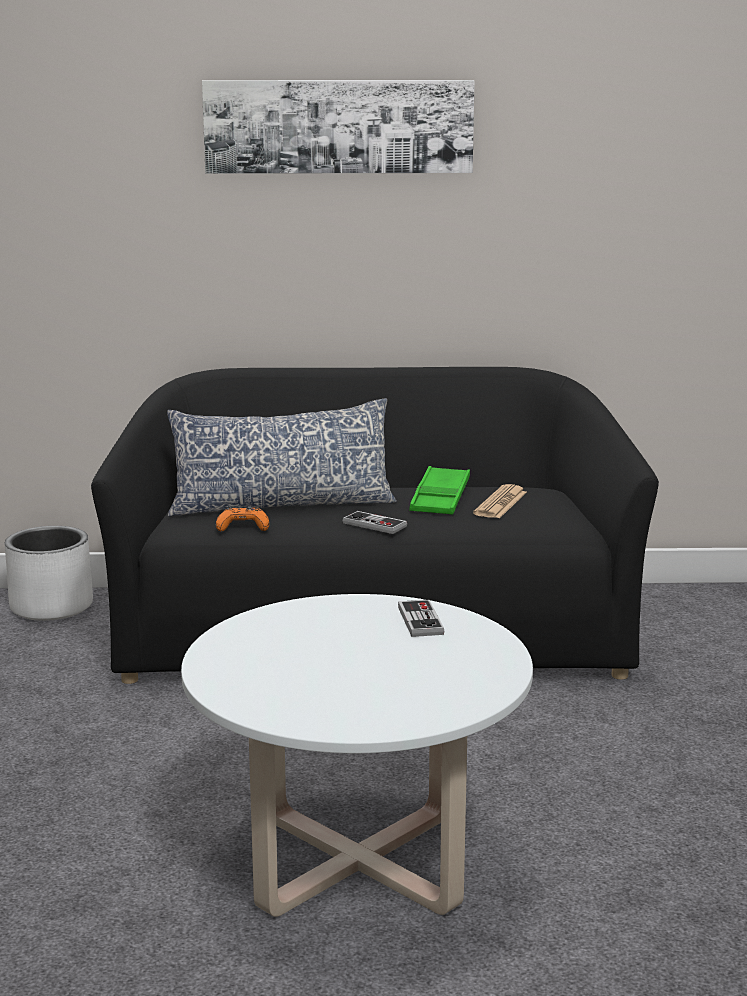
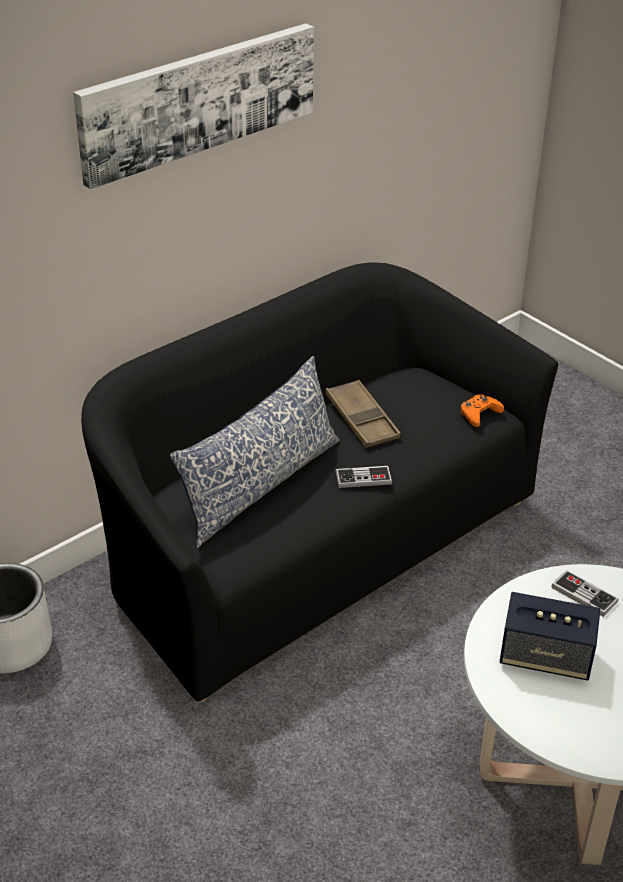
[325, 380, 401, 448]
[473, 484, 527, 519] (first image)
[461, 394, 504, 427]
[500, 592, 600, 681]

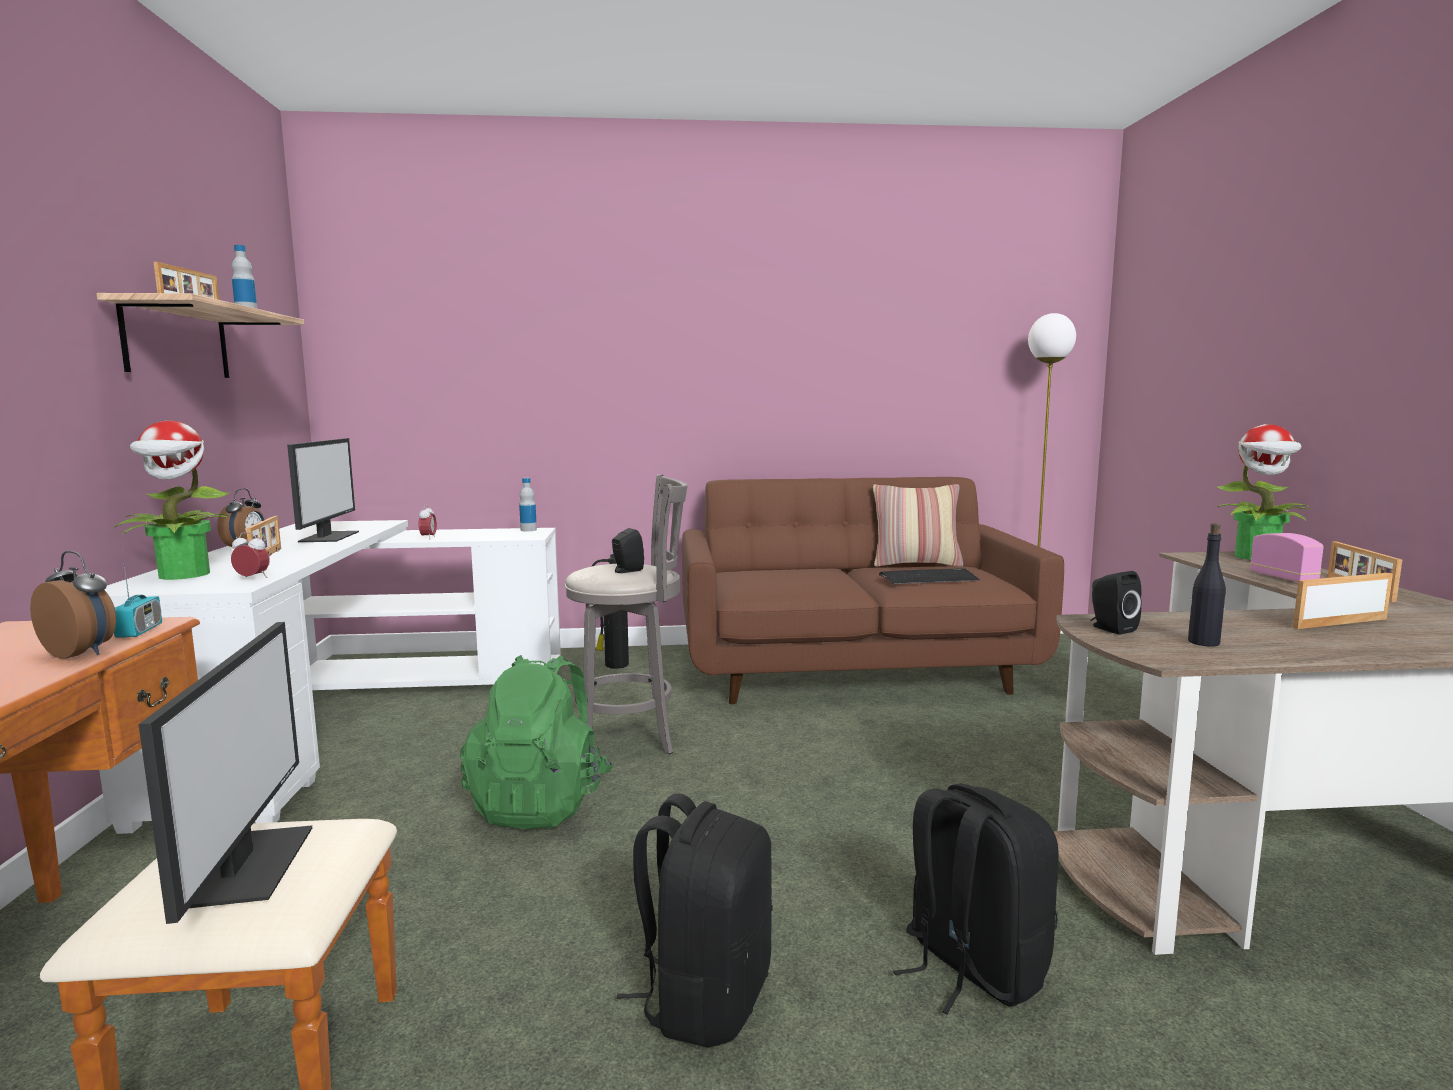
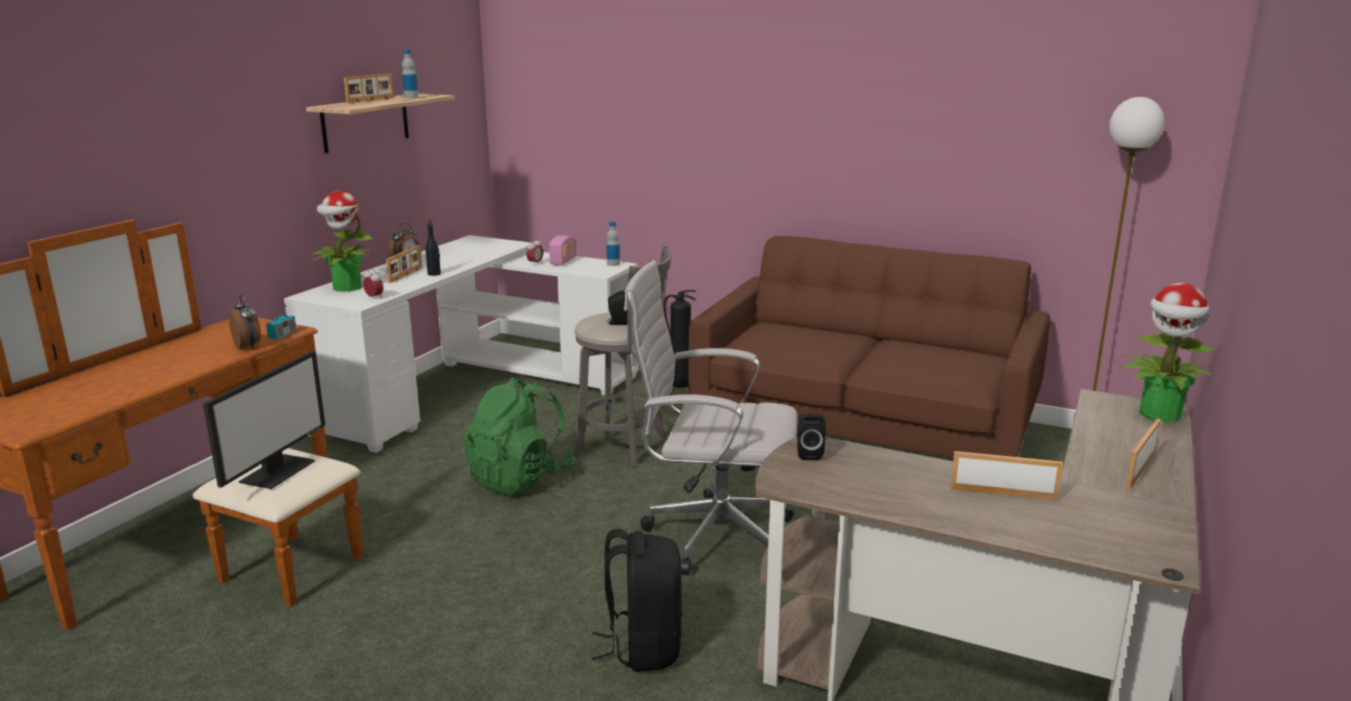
[287, 438, 359, 542] (first image)
[873, 484, 963, 567] (first image)
[426, 220, 441, 276]
[549, 235, 576, 266]
[879, 568, 980, 584] (first image)
[616, 793, 773, 1047] (first image)
[624, 260, 798, 575]

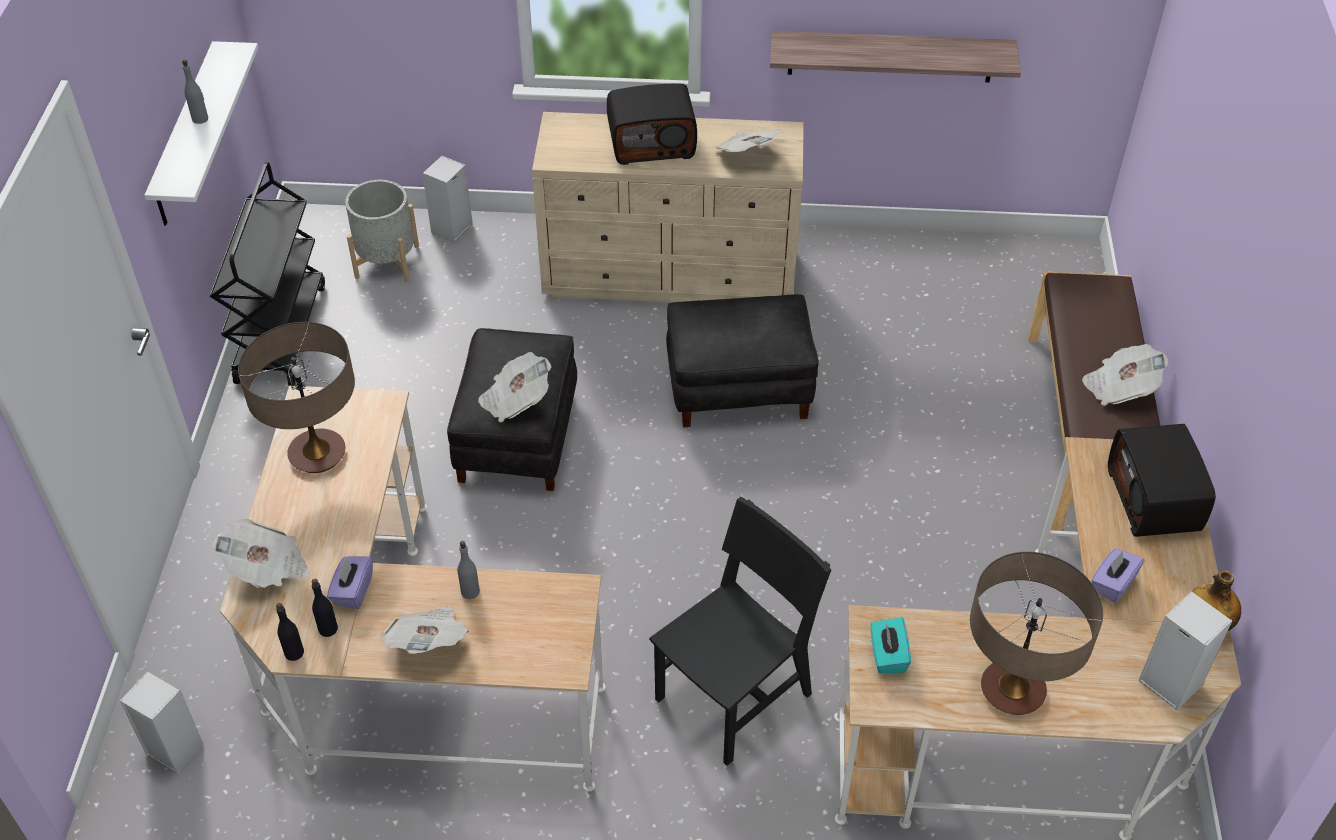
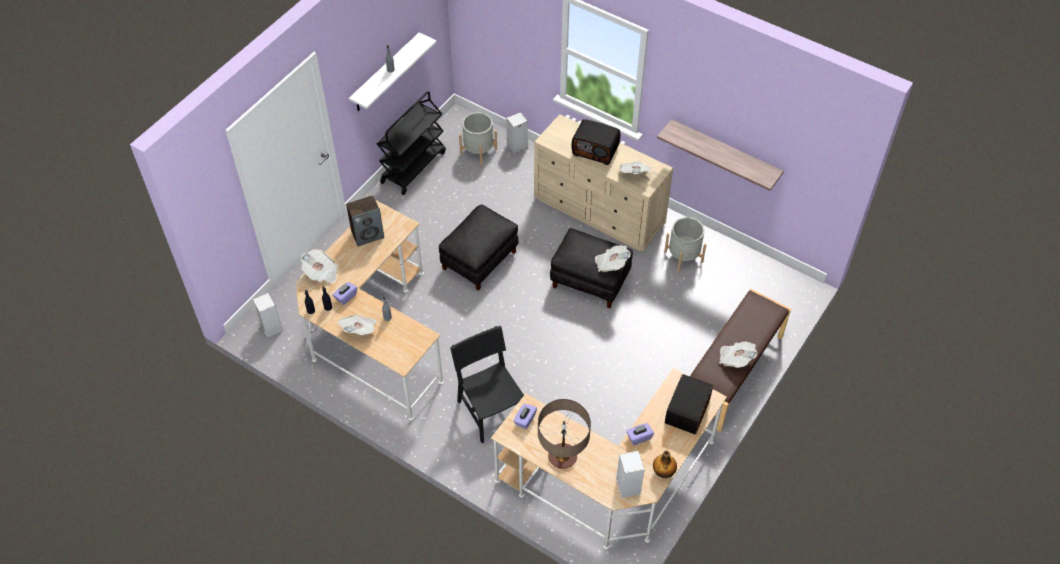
[346, 195, 384, 246]
[595, 245, 630, 272]
[450, 326, 524, 443]
[514, 404, 537, 429]
[664, 217, 707, 272]

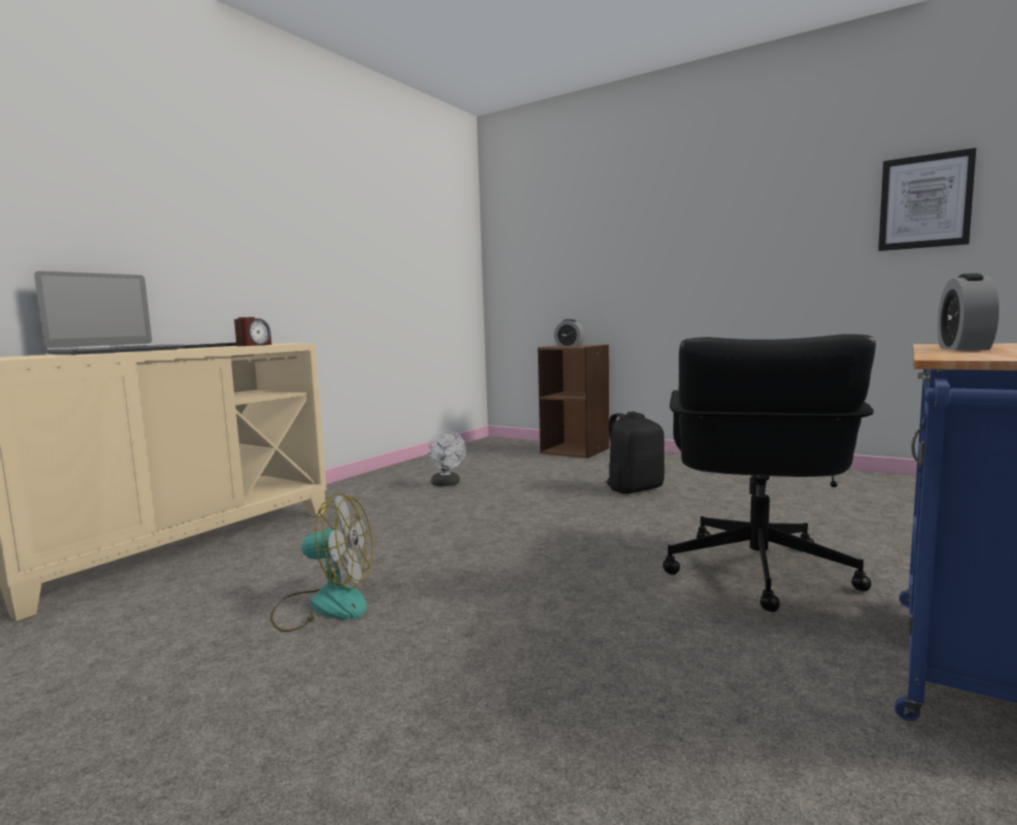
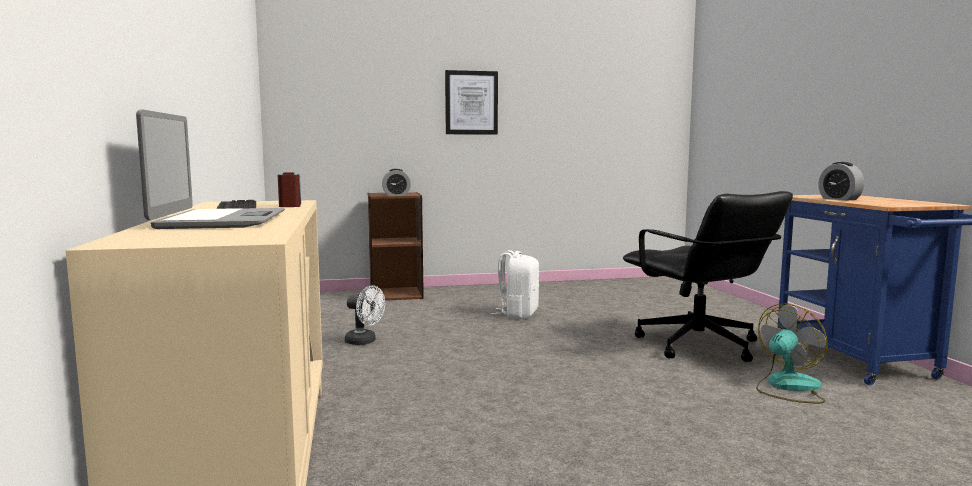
[445, 70, 498, 135]
[491, 250, 539, 319]
[756, 304, 828, 403]

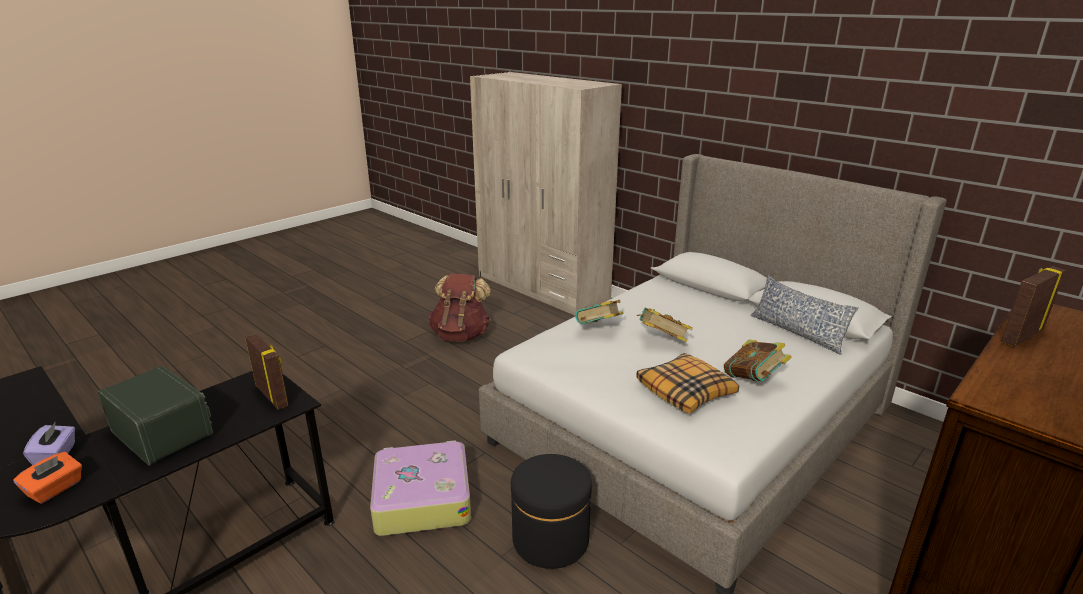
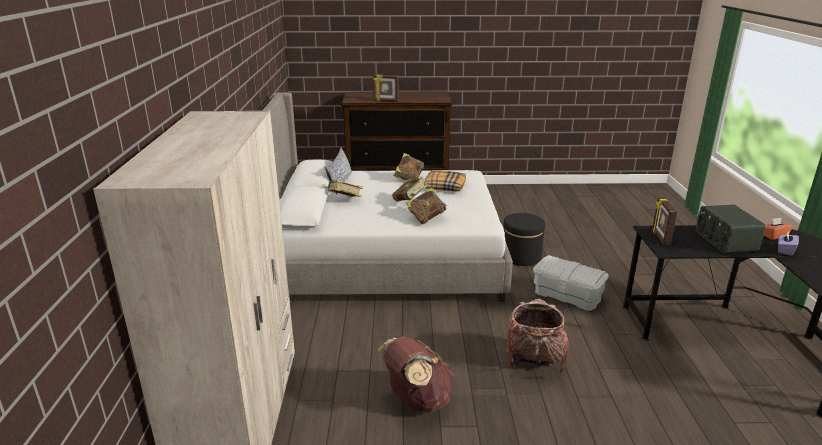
[533, 255, 609, 311]
[327, 180, 363, 197]
[506, 299, 569, 373]

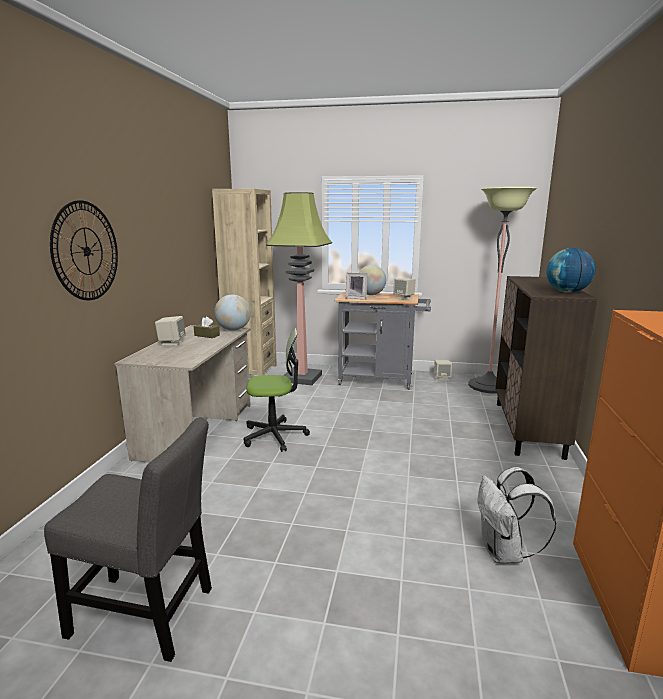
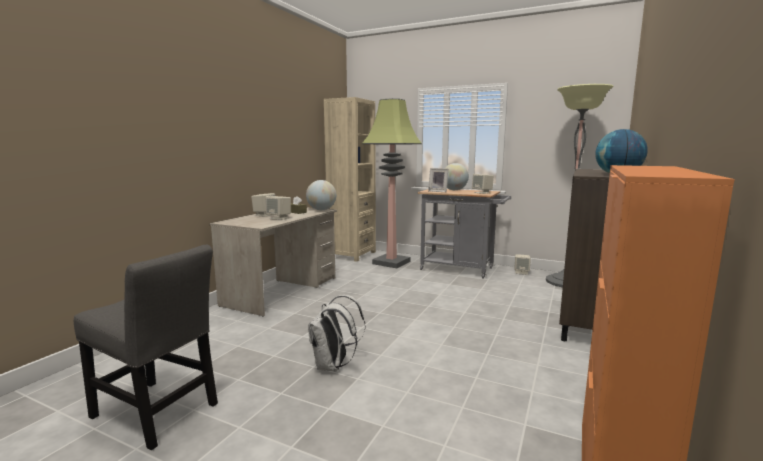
[50, 200, 118, 300] (first image)
[243, 328, 310, 452] (first image)
[308, 295, 365, 372]
[266, 196, 291, 220]

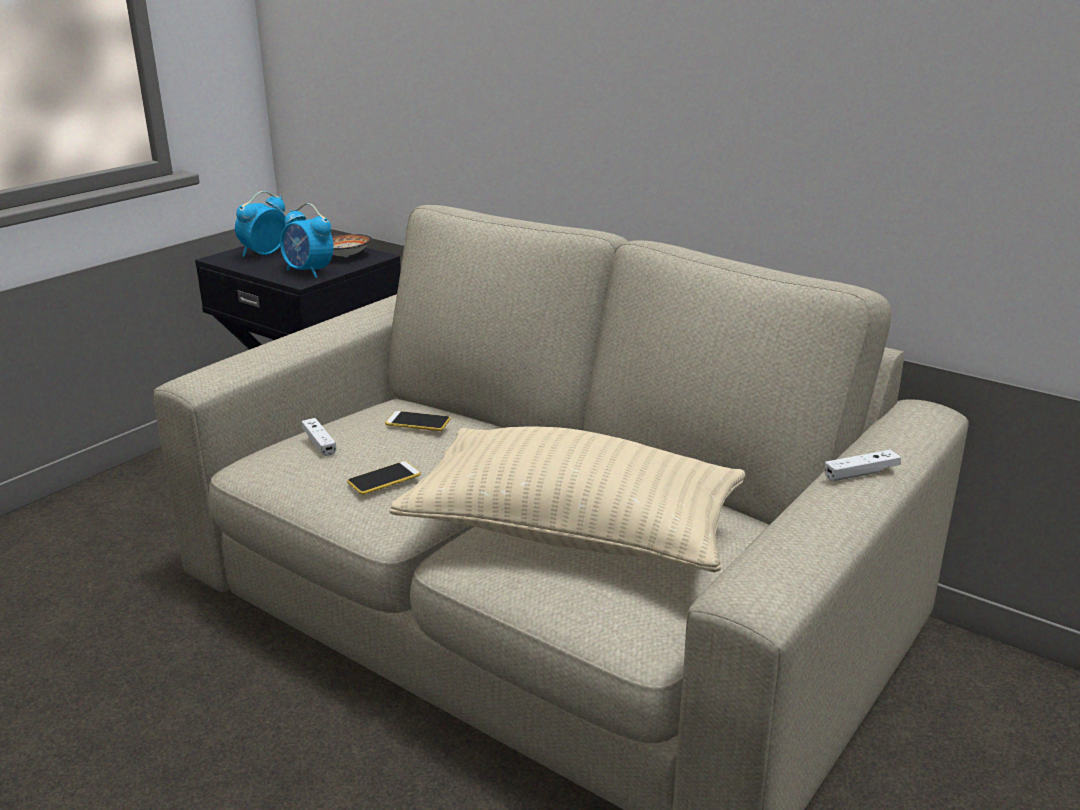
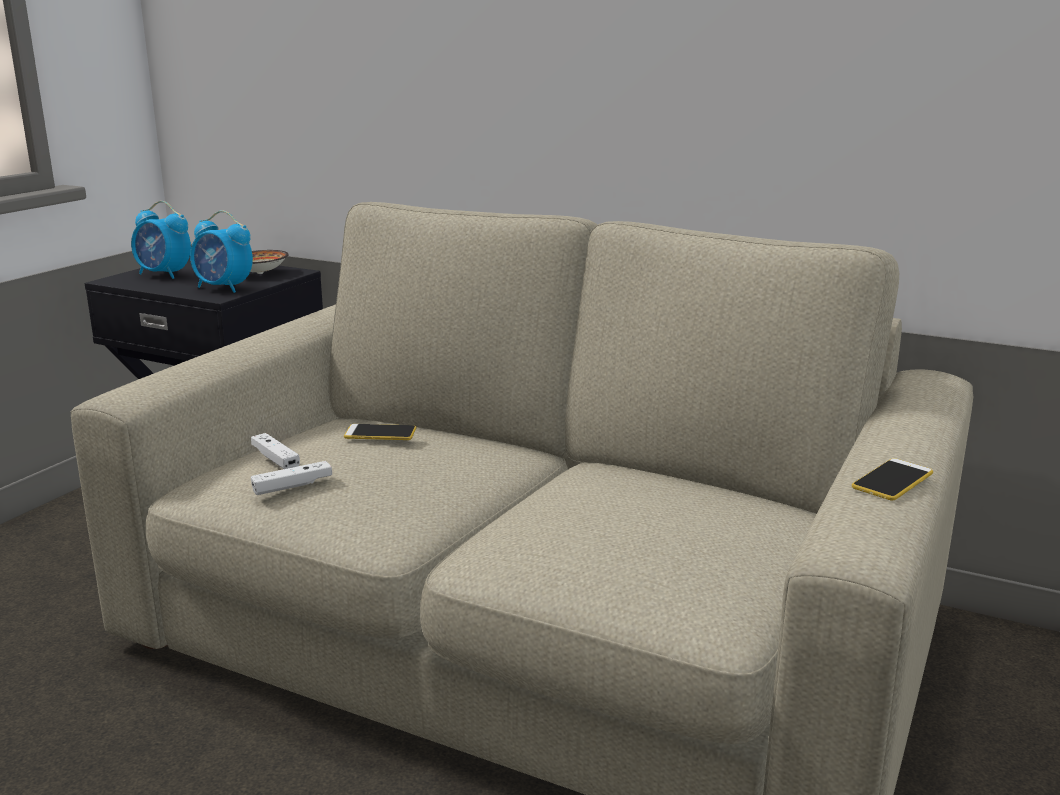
[131, 201, 191, 279]
[390, 427, 745, 572] (first image)
[251, 461, 332, 495]
[852, 458, 933, 500]

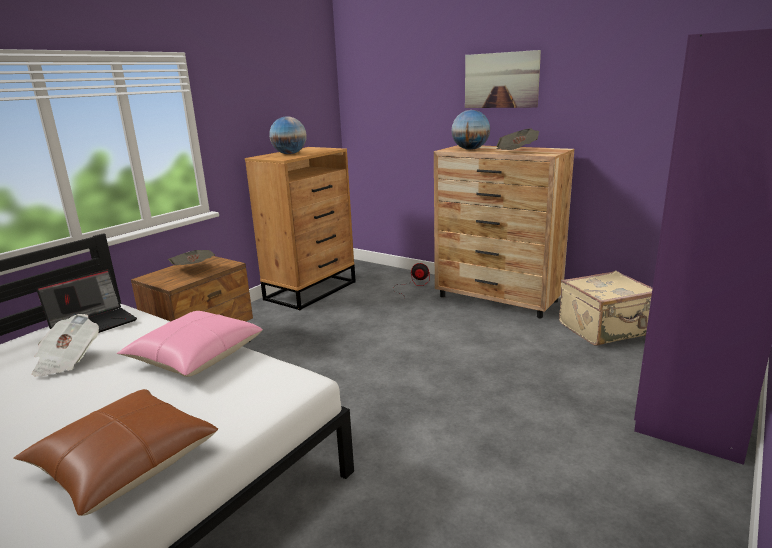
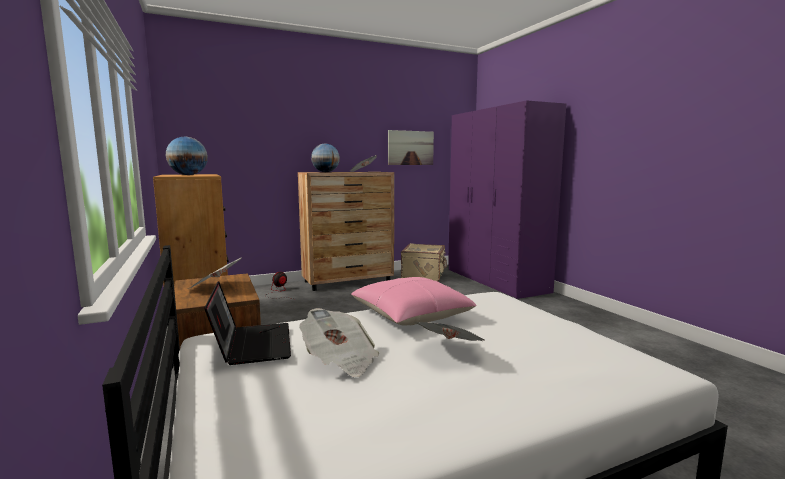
[388, 130, 434, 165]
[14, 389, 218, 516] (first image)
[413, 322, 484, 341]

